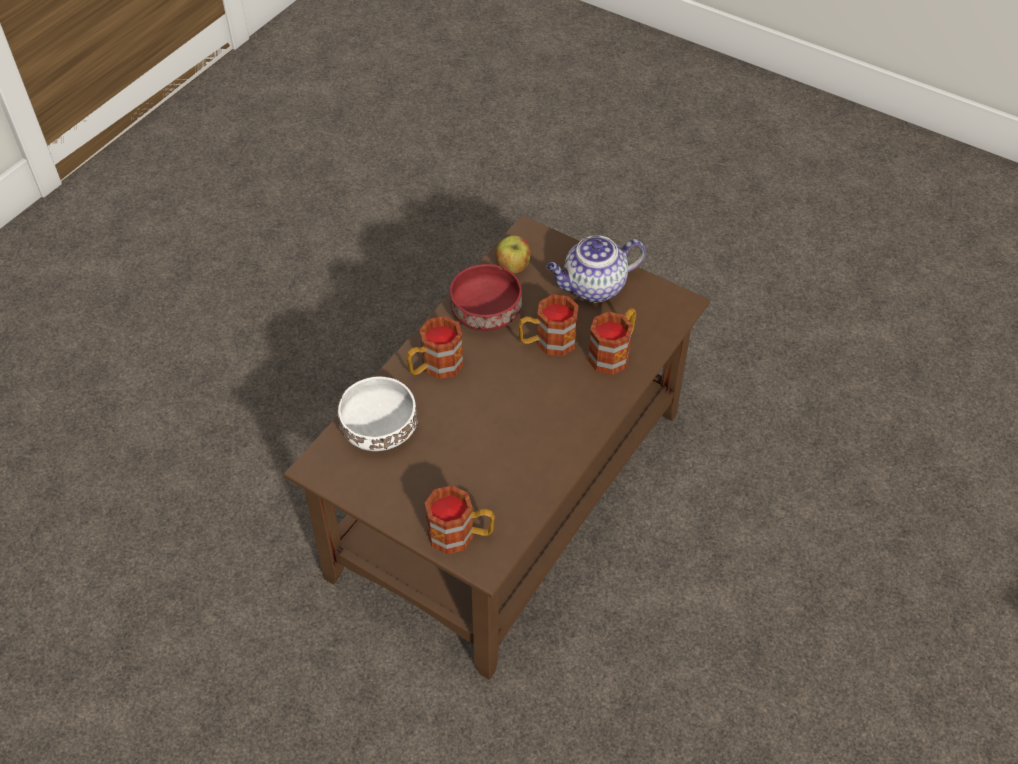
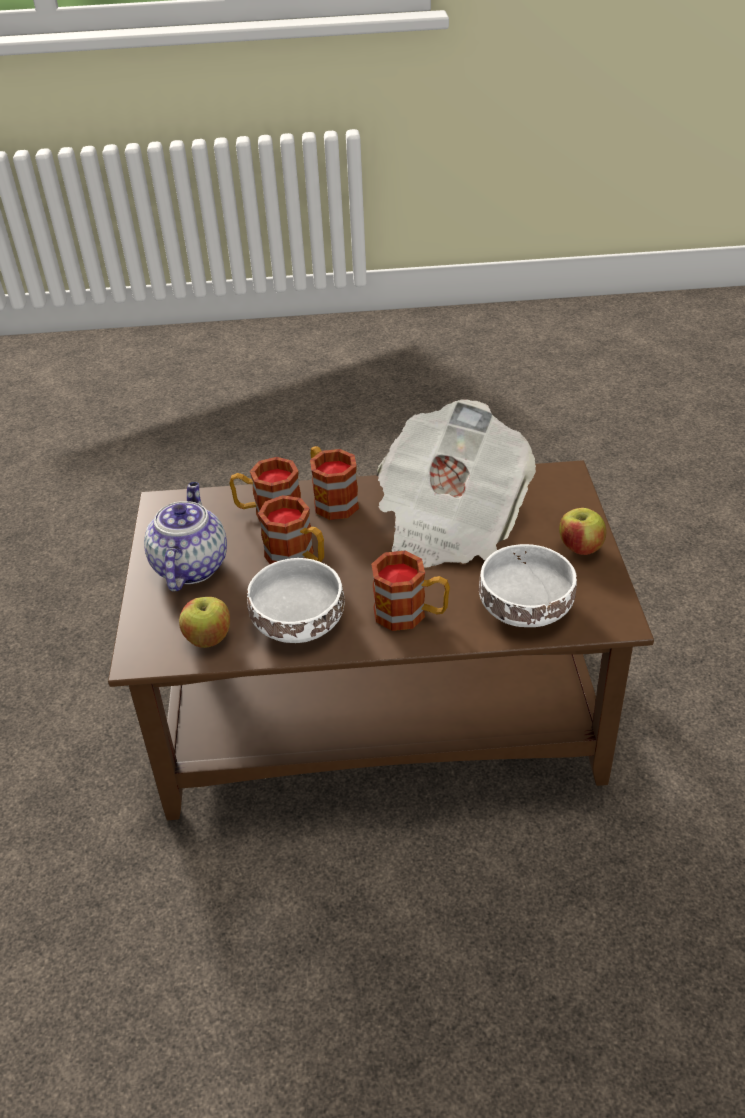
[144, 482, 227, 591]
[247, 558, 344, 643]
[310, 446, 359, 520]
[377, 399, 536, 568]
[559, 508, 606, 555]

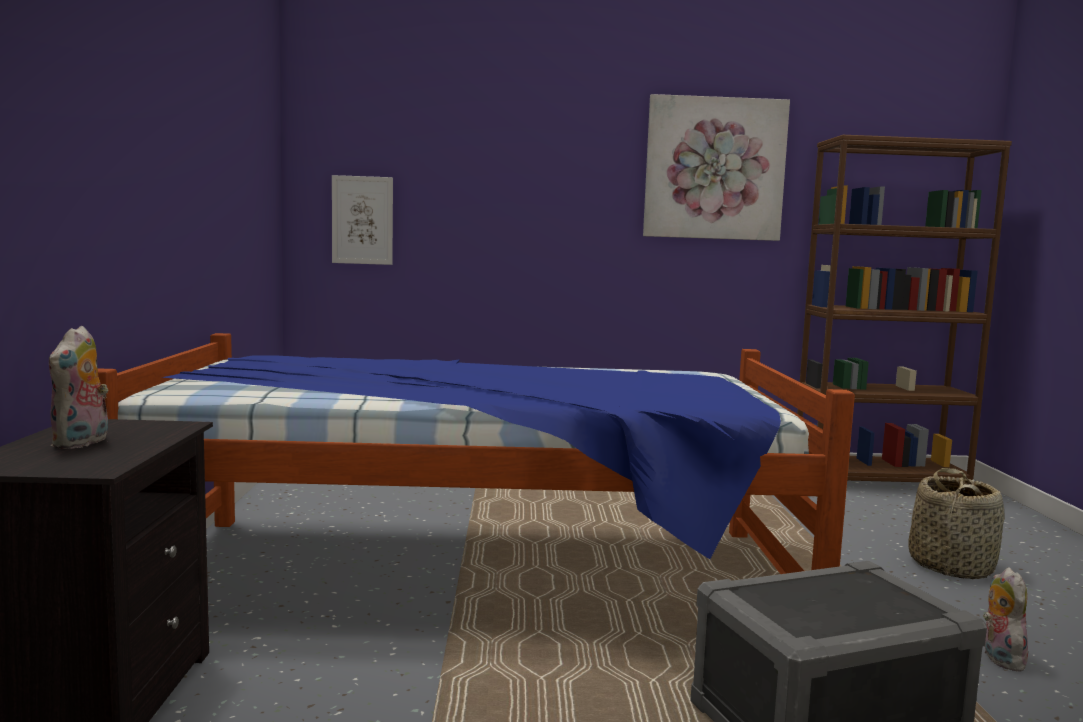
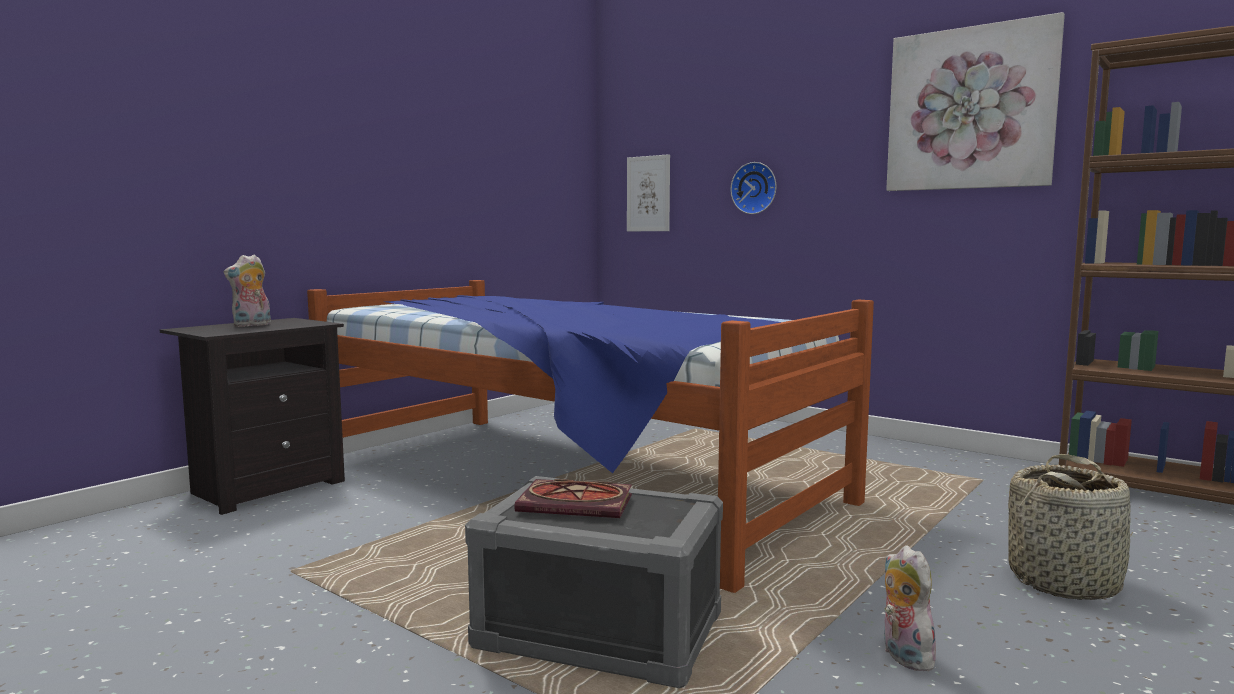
[884, 545, 936, 671]
[730, 162, 776, 214]
[514, 479, 632, 518]

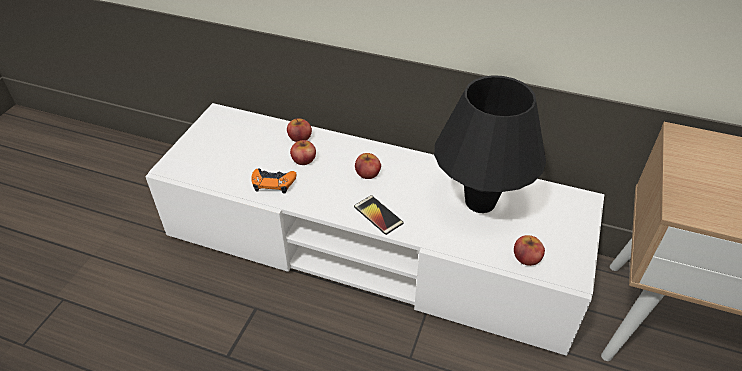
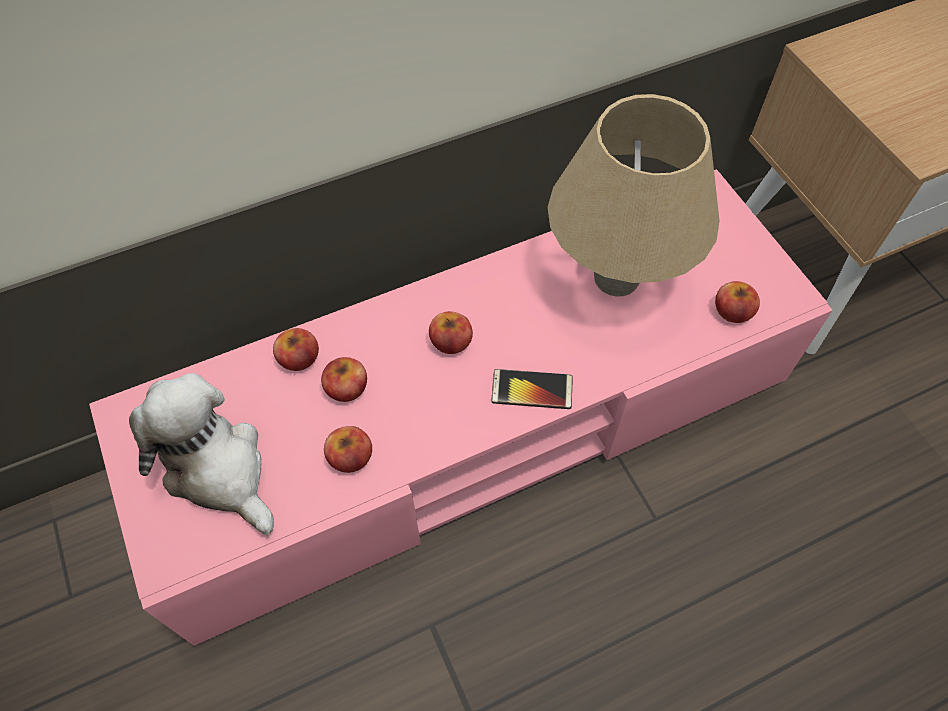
[548, 94, 720, 297]
[89, 169, 833, 646]
[324, 426, 372, 473]
[129, 373, 274, 535]

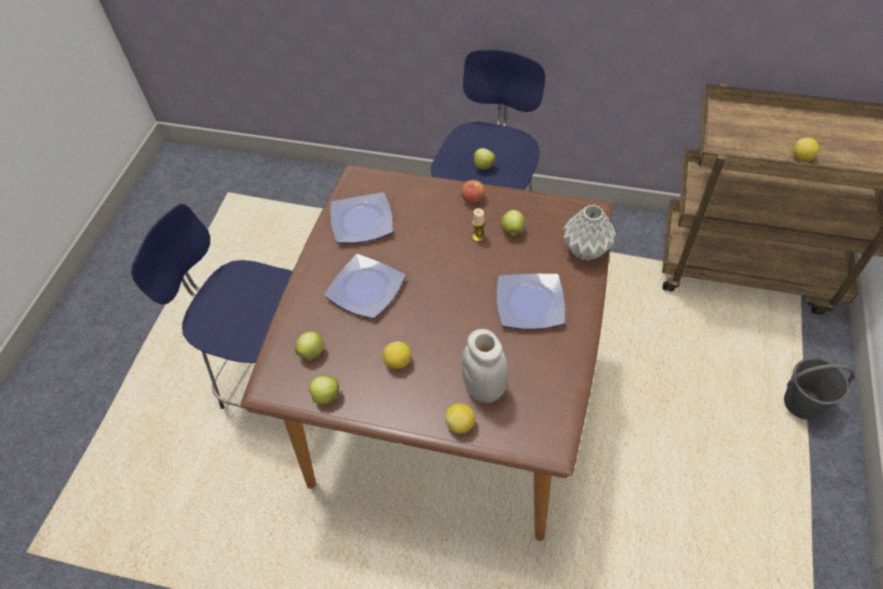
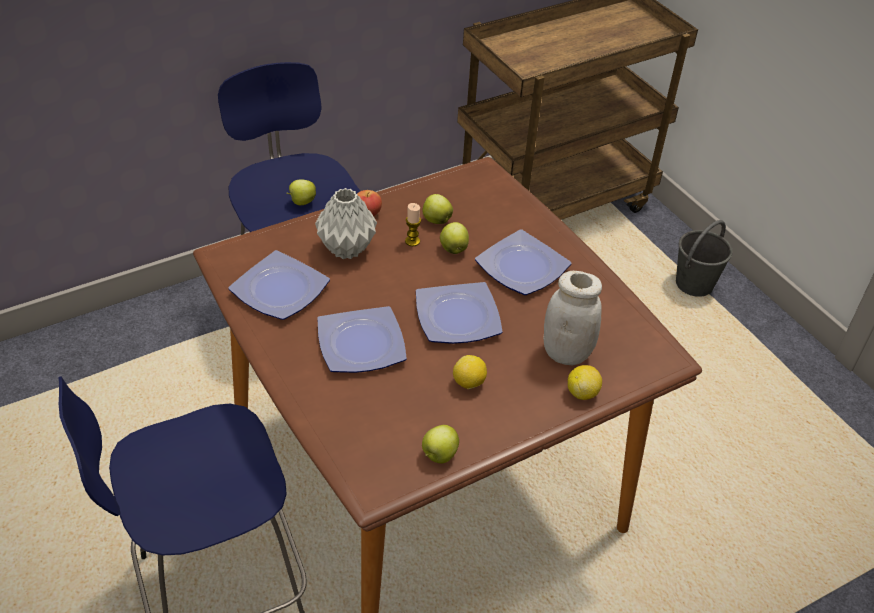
[793, 138, 819, 161] (first image)
[315, 188, 377, 259]
[440, 222, 469, 254]
[416, 282, 503, 344]

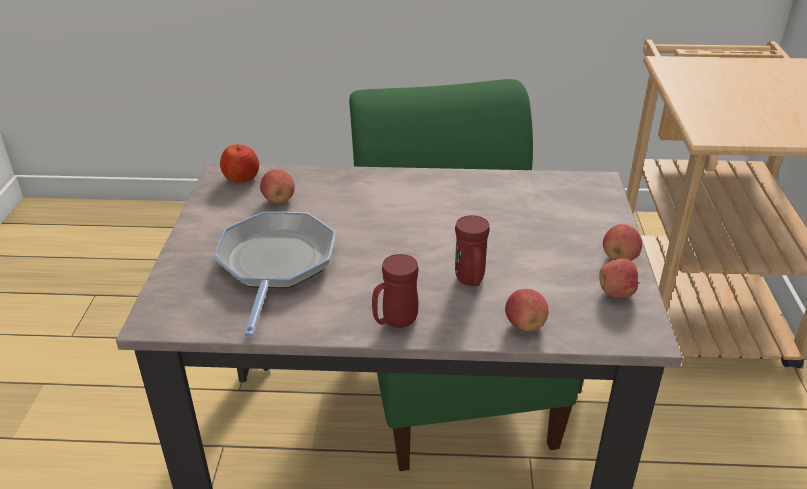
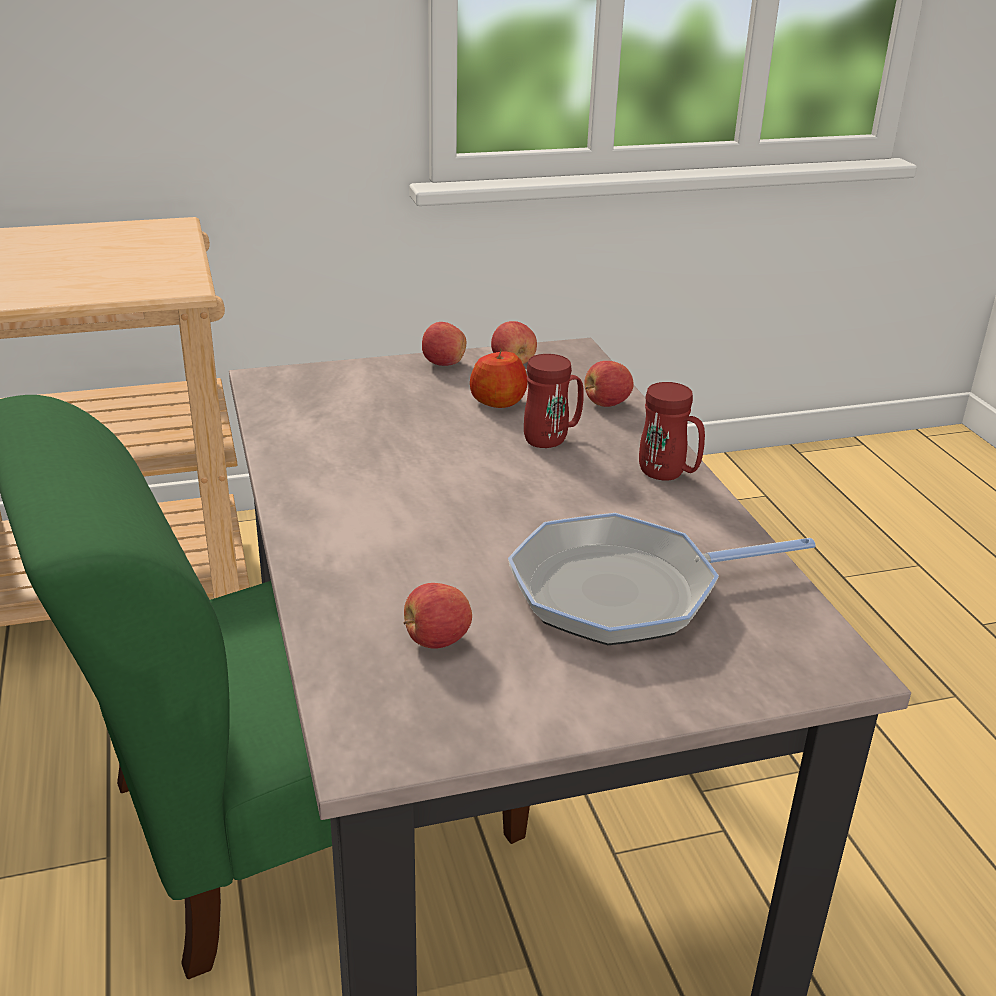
[470, 348, 528, 408]

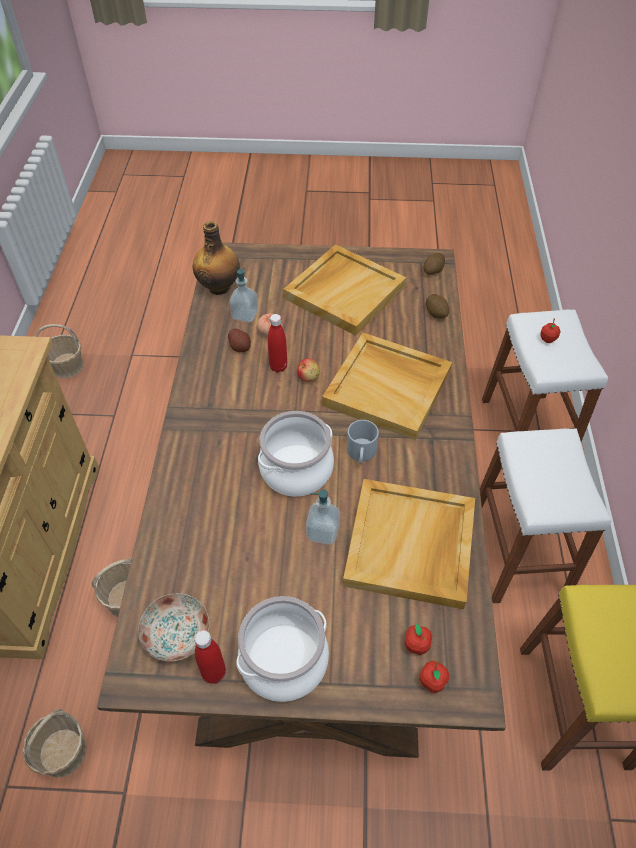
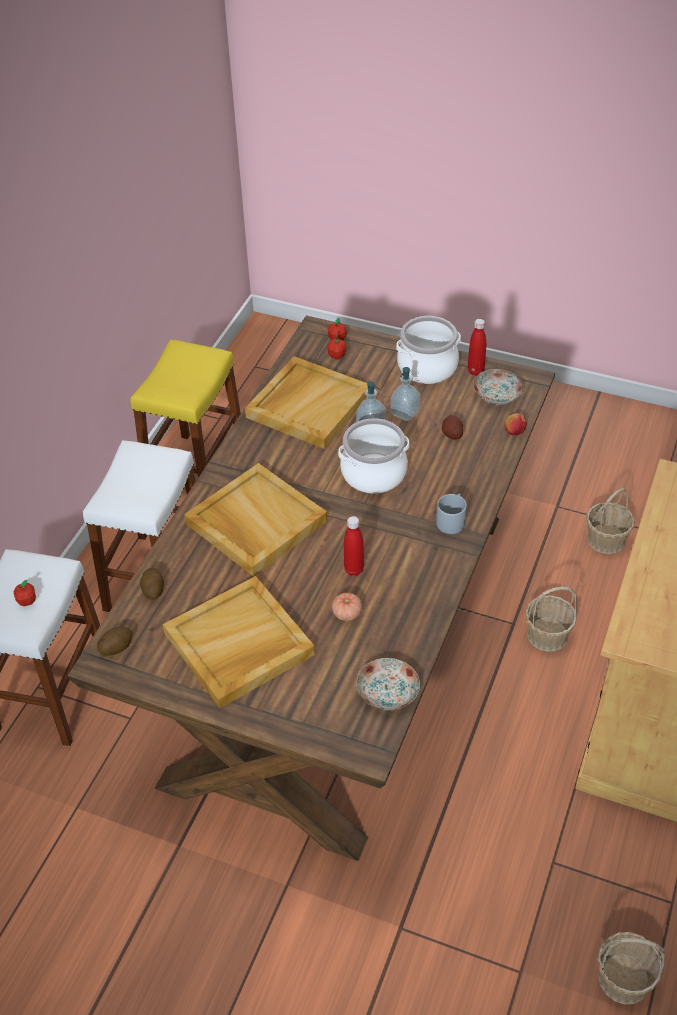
[356, 658, 420, 711]
[391, 367, 420, 421]
[442, 415, 463, 440]
[504, 413, 527, 436]
[436, 494, 467, 534]

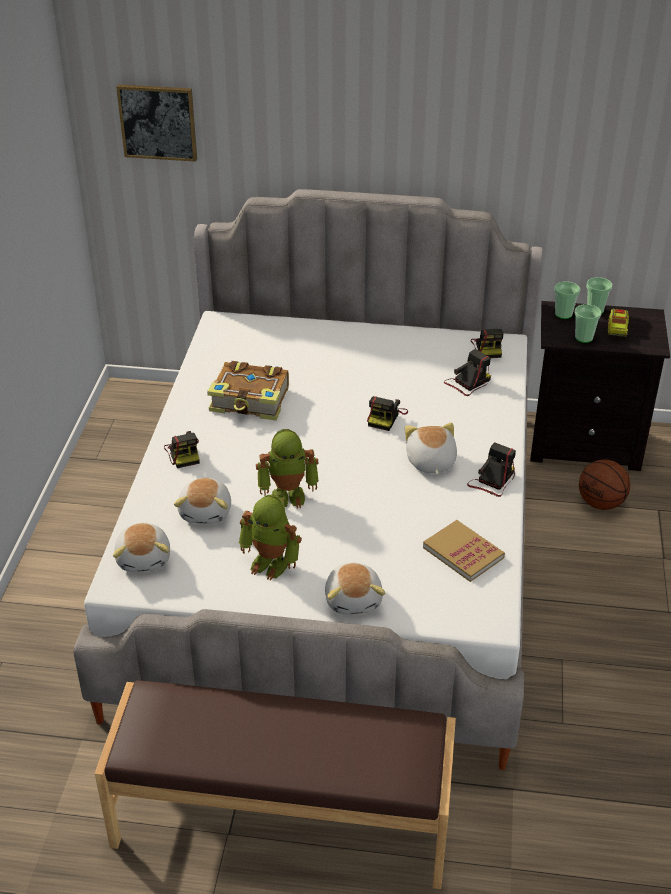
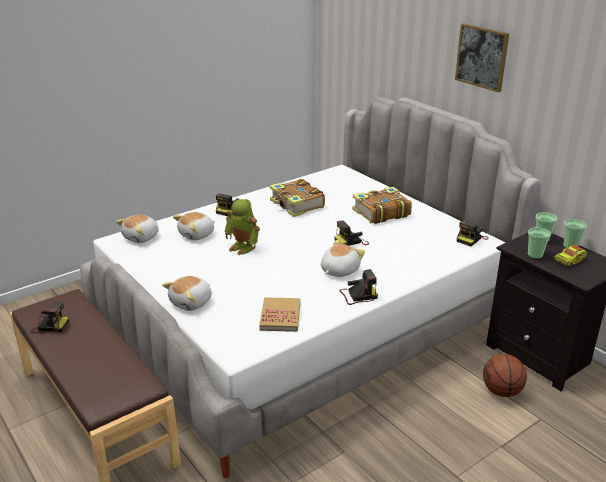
[455, 24, 509, 92]
[31, 302, 69, 333]
[239, 494, 302, 580] (first image)
[352, 187, 412, 224]

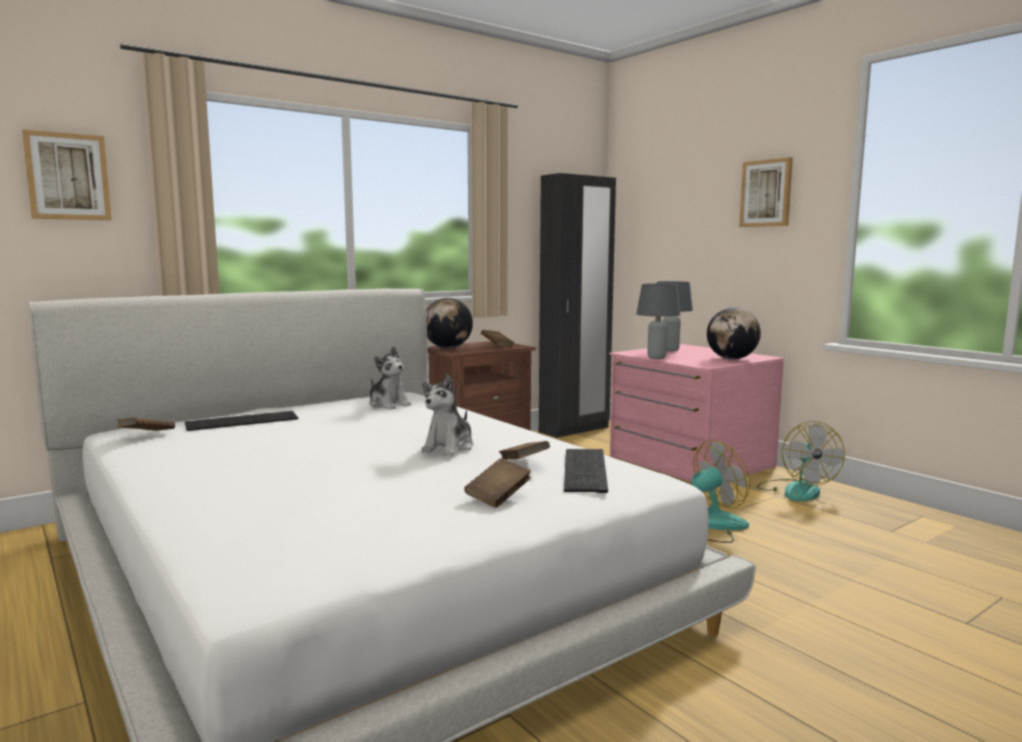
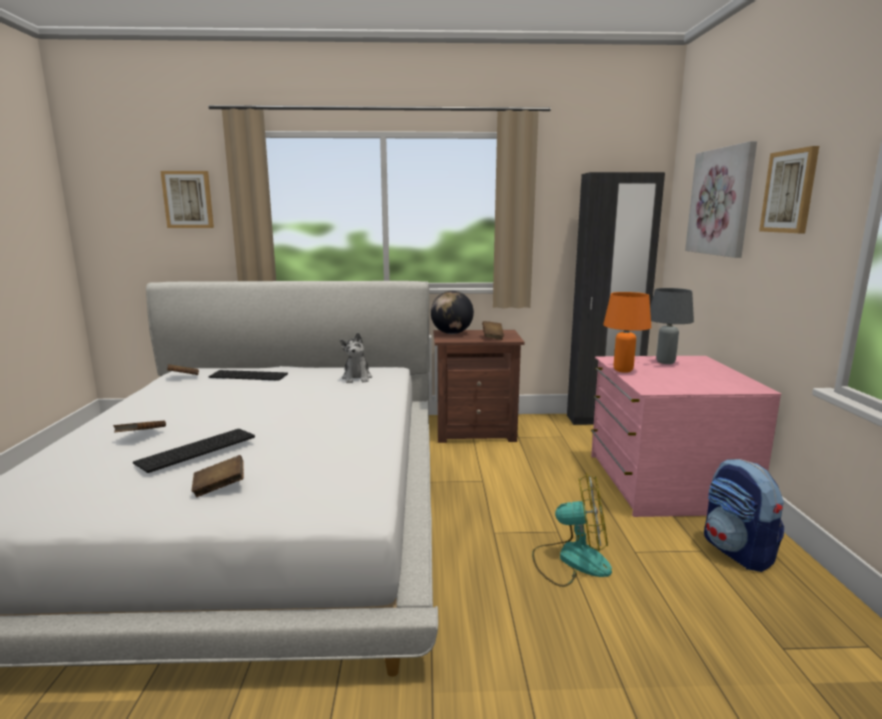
[603, 292, 651, 373]
[707, 307, 761, 359] (first image)
[421, 374, 474, 456] (first image)
[704, 459, 784, 572]
[113, 421, 166, 433]
[133, 429, 255, 473]
[685, 141, 757, 258]

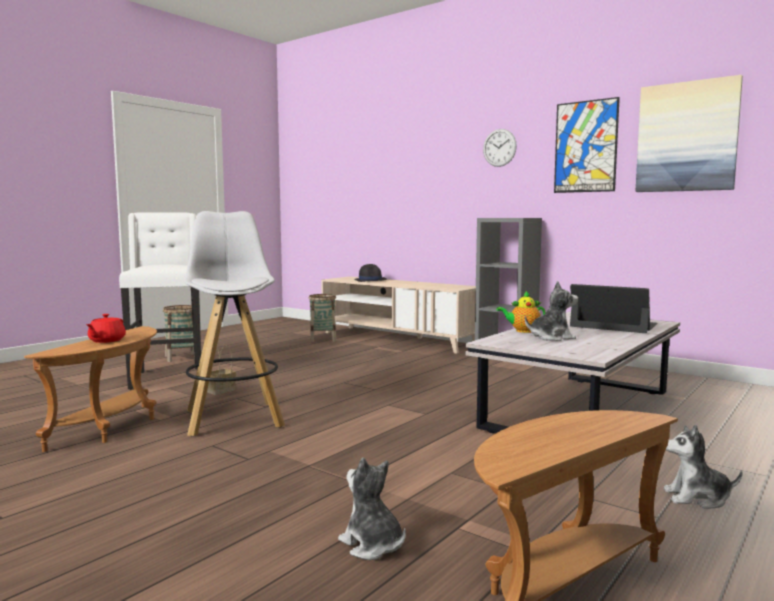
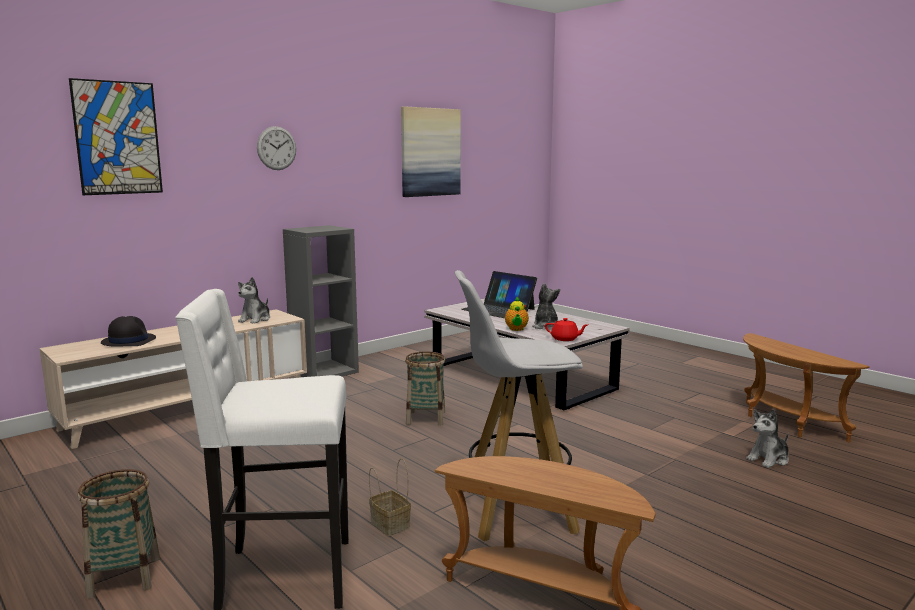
[69, 78, 163, 195]
[461, 271, 537, 318]
[405, 351, 445, 426]
[545, 318, 588, 341]
[238, 277, 270, 324]

